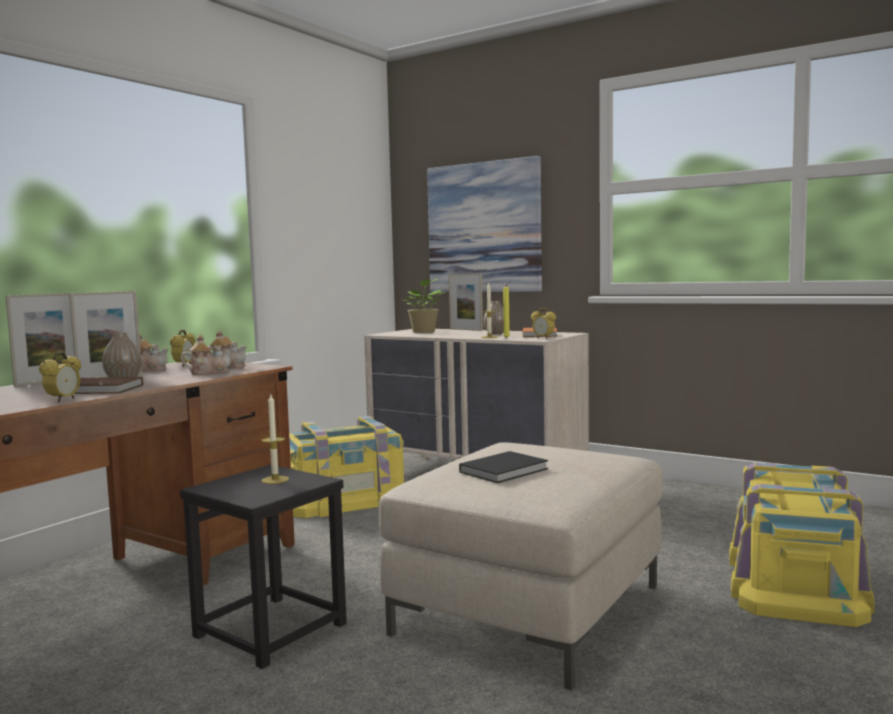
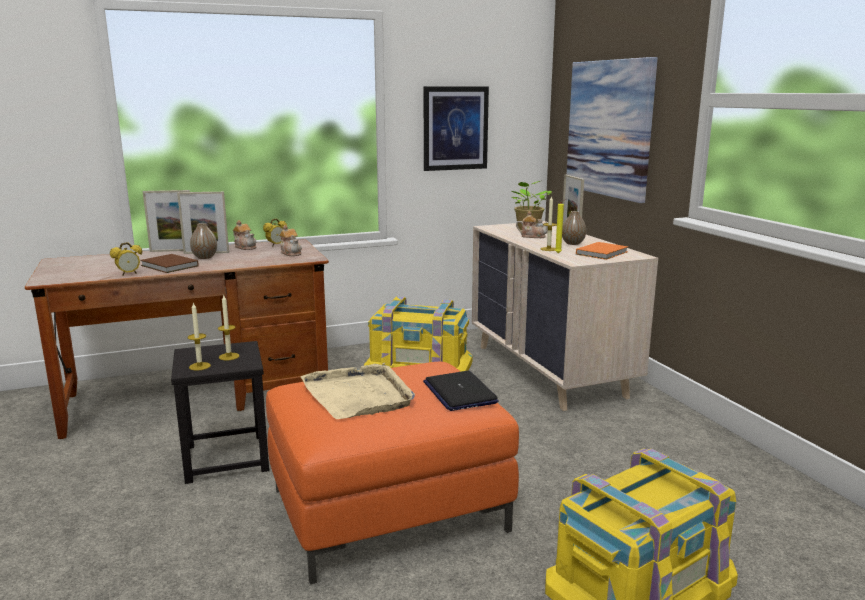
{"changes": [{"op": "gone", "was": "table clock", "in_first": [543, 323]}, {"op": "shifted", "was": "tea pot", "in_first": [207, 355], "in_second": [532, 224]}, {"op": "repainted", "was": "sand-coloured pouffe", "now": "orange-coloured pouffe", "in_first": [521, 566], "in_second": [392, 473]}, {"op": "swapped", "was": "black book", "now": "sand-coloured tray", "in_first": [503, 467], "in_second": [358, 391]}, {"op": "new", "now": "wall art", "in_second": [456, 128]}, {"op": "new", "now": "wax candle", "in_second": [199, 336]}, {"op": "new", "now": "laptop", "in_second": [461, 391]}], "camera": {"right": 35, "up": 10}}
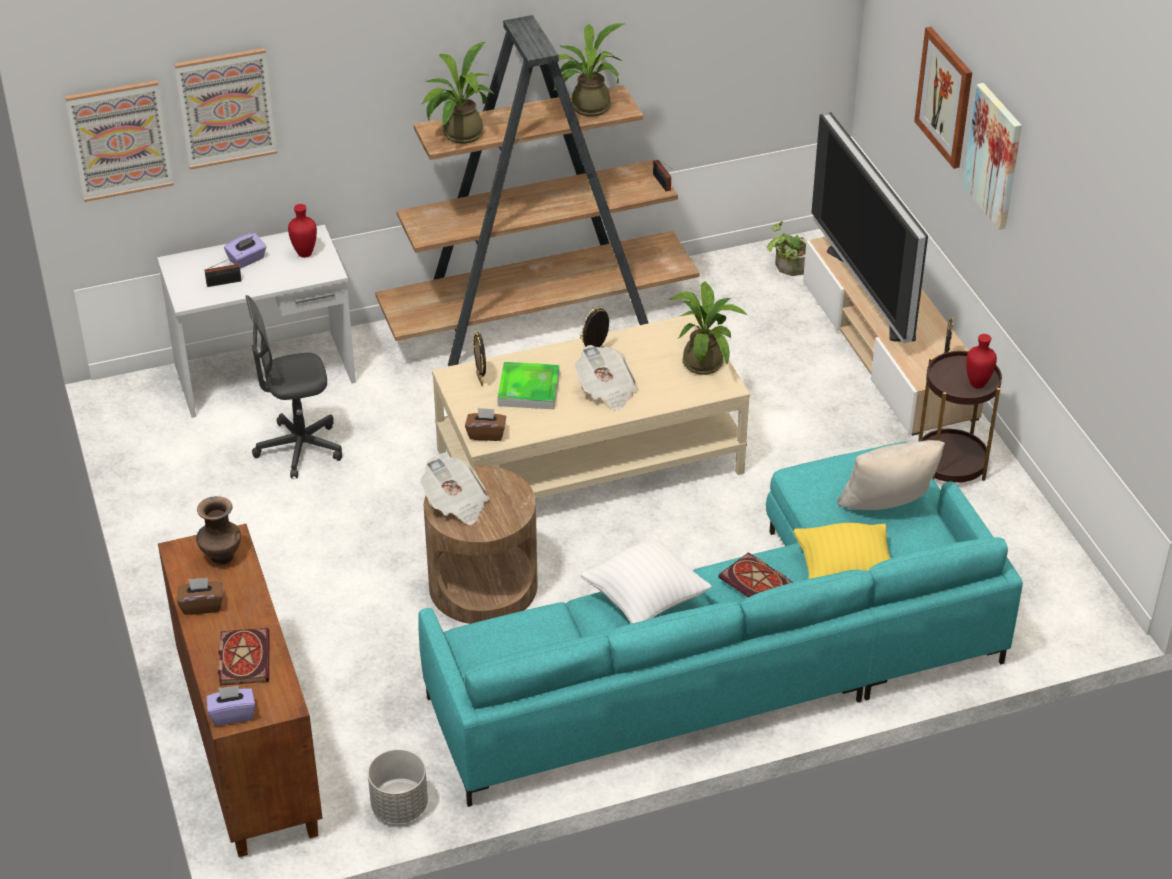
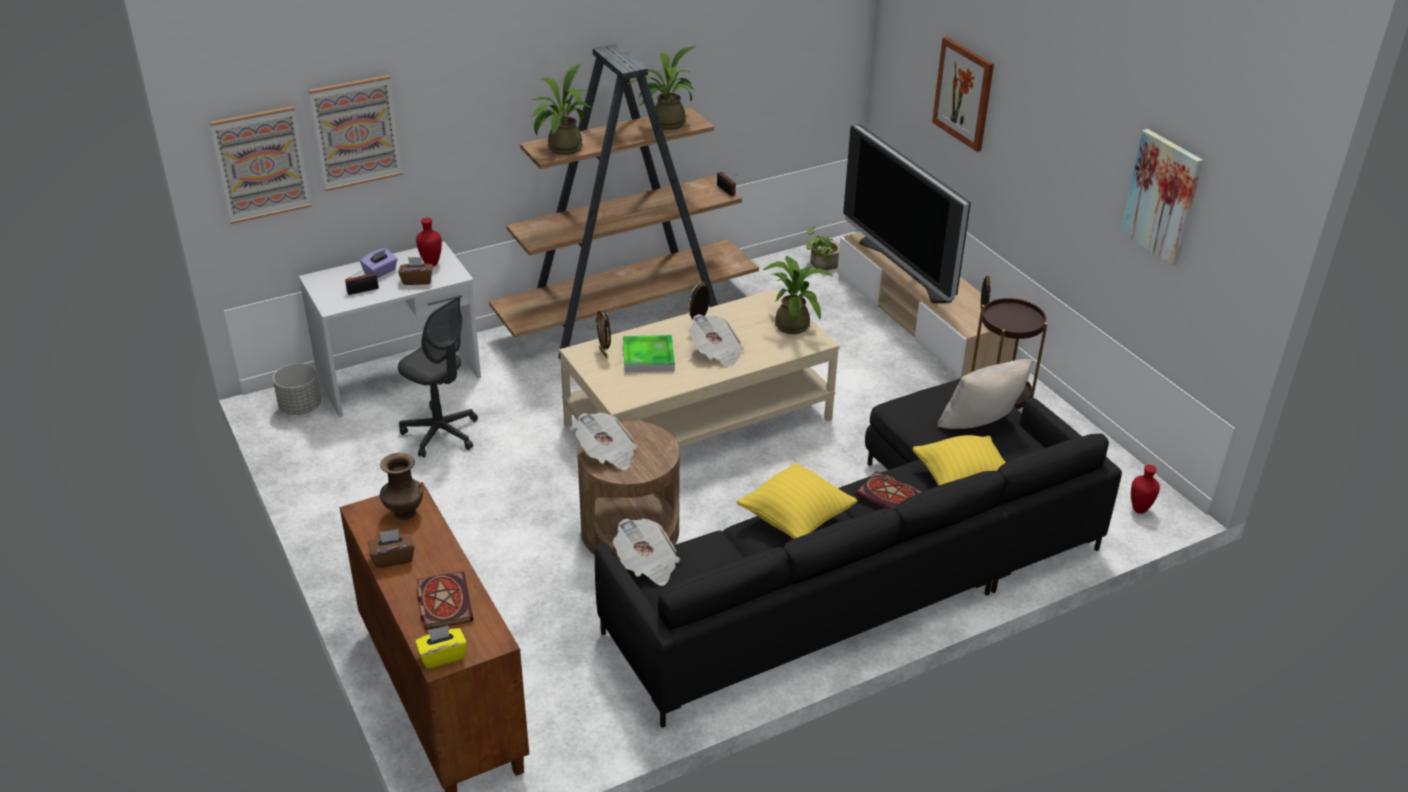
{"changes": [{"op": "shifted", "was": "wall art", "in_first": [992, 156], "in_second": [1161, 197]}, {"op": "rotated", "was": "greyish office chair", "in_first": [293, 387], "in_second": [438, 377], "clockwise": -120}, {"op": "shifted", "was": "red flower vase", "in_first": [981, 361], "in_second": [1145, 489]}, {"op": "shifted", "was": "brown-coloured tissue box", "in_first": [485, 424], "in_second": [415, 271]}, {"op": "repainted", "was": "turquoise couch", "now": "black couch", "in_first": [720, 624], "in_second": [858, 553]}, {"op": "repainted", "was": "whitish pillow", "now": "yellowish pillow", "in_first": [646, 579], "in_second": [797, 501]}, {"op": "repainted", "was": "purplish tissue box", "now": "yellowish tissue box", "in_first": [230, 705], "in_second": [441, 647]}, {"op": "shifted", "was": "greyish flower pot", "in_first": [398, 786], "in_second": [297, 389]}, {"op": "new", "now": "printed paper", "in_second": [646, 552]}], "camera": {"right": -10, "up": -5}}
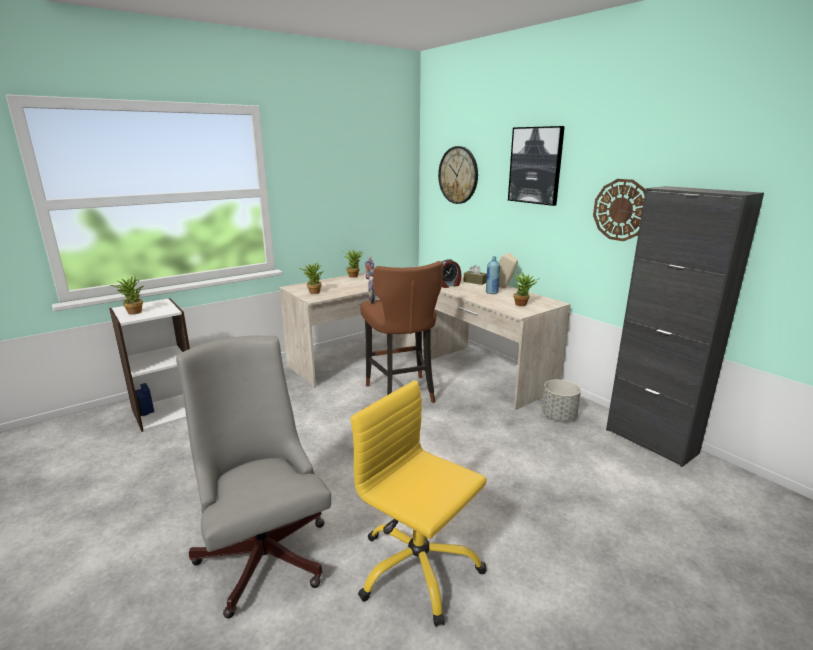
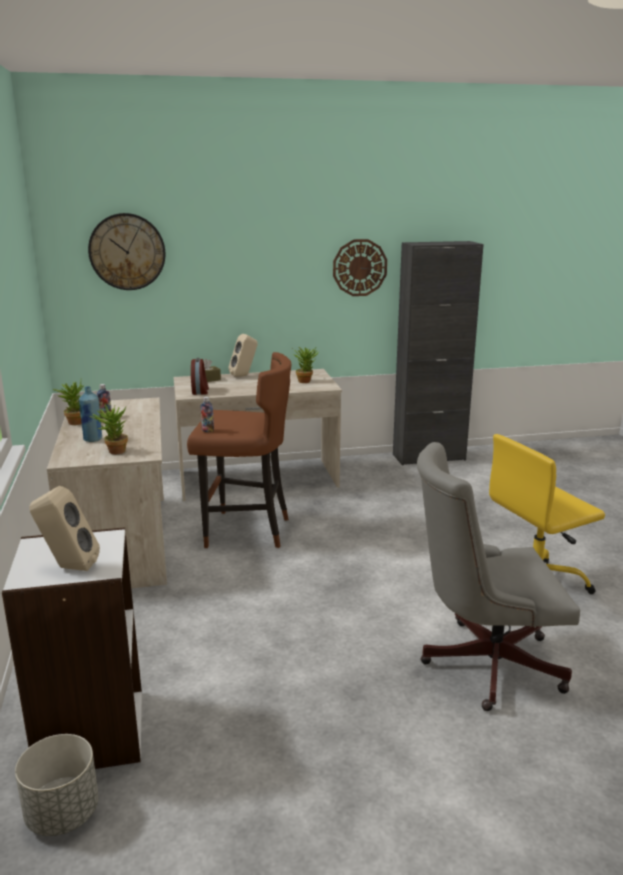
{"changes": [{"op": "gone", "was": "wall art", "in_first": [536, 166]}, {"op": "shifted", "was": "blue-coloured beverage bottle", "in_first": [493, 275], "in_second": [90, 414]}, {"op": "swapped", "was": "houseplant", "now": "sand-coloured loudspeaker", "in_first": [127, 294], "in_second": [64, 528]}, {"op": "shifted", "was": "greyish flower pot", "in_first": [561, 400], "in_second": [57, 785]}], "camera": {"right": -65, "up": 0}}
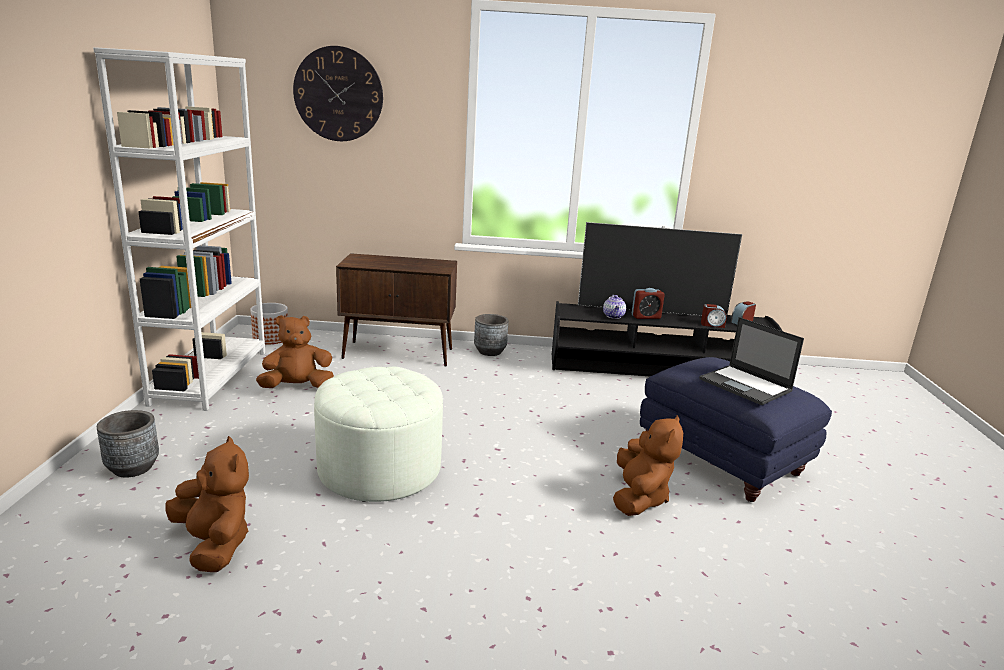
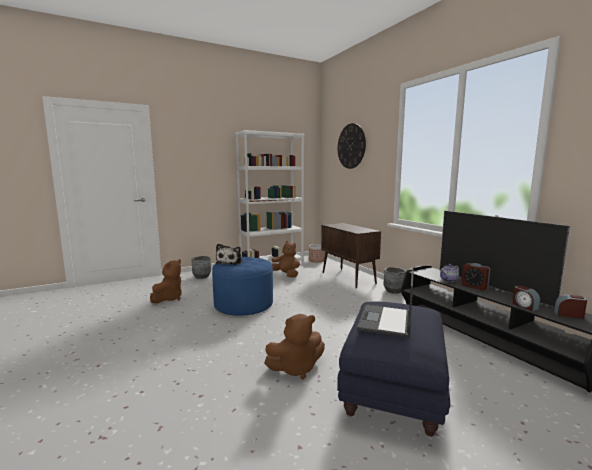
{"changes": [{"op": "repainted", "was": "whitish pouffe", "now": "blue-coloured pouffe", "in_first": [378, 434], "in_second": [242, 286]}, {"op": "new", "now": "cuddly toy", "in_second": [229, 254]}], "camera": {"right": 60, "up": -10}}
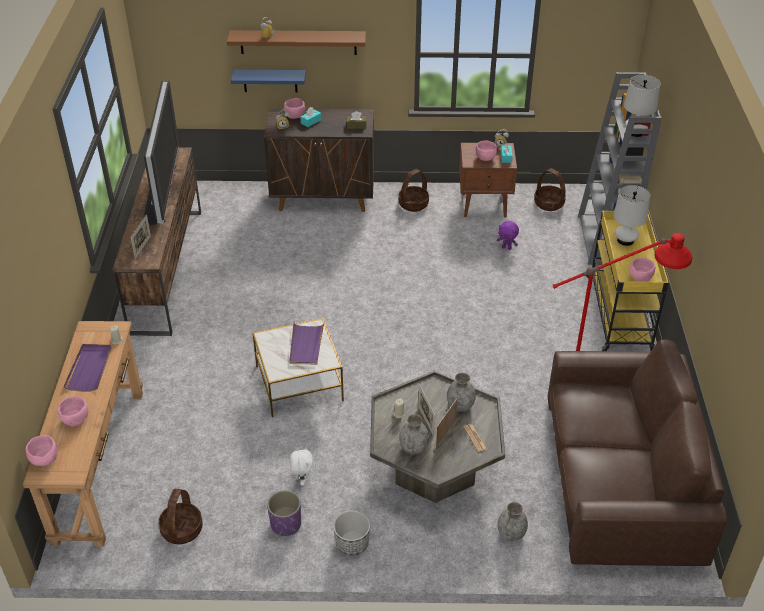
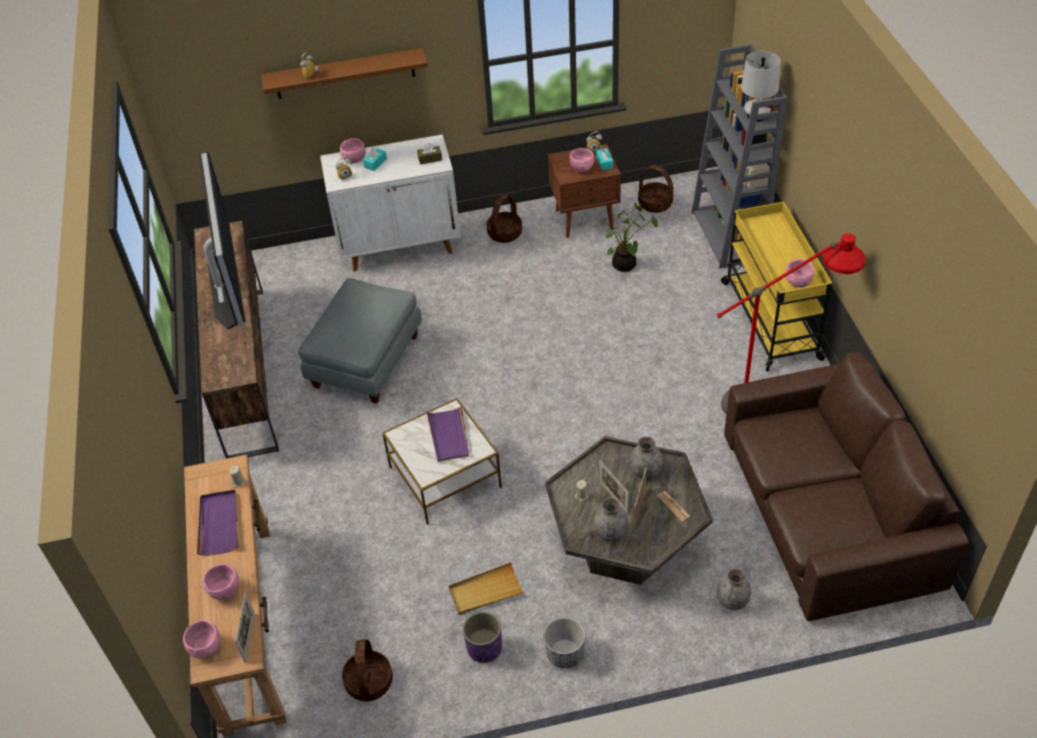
{"changes": [{"op": "gone", "was": "blue-coloured bracket shelf", "in_first": [268, 81]}, {"op": "repainted", "was": "brown-coloured cupboard", "now": "whitish cupboard", "in_first": [319, 160], "in_second": [390, 203]}, {"op": "gone", "was": "whitish table lamp", "in_first": [631, 215]}, {"op": "shifted", "was": "standing frame", "in_first": [141, 237], "in_second": [245, 627]}, {"op": "swapped", "was": "purplish cuddly toy", "now": "houseplant", "in_first": [508, 235], "in_second": [629, 237]}, {"op": "swapped", "was": "whitish cuddly toy", "now": "sand-coloured tray", "in_first": [301, 466], "in_second": [486, 588]}, {"op": "new", "now": "greyish pouffe", "in_second": [360, 341]}], "camera": {"right": -10, "up": 5}}
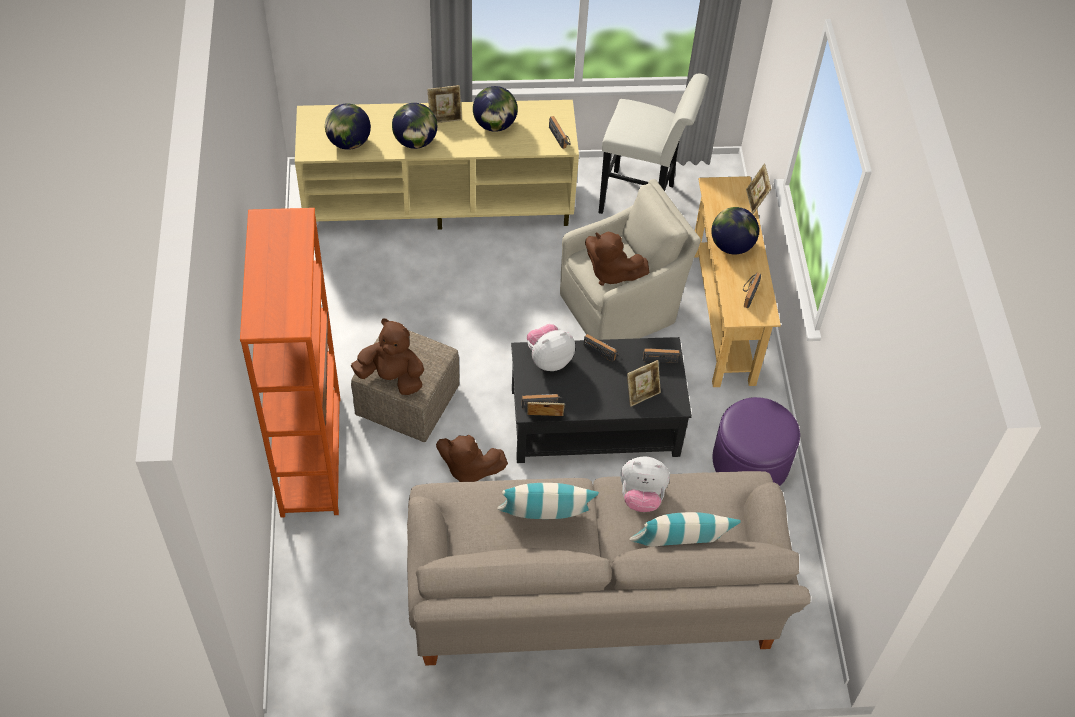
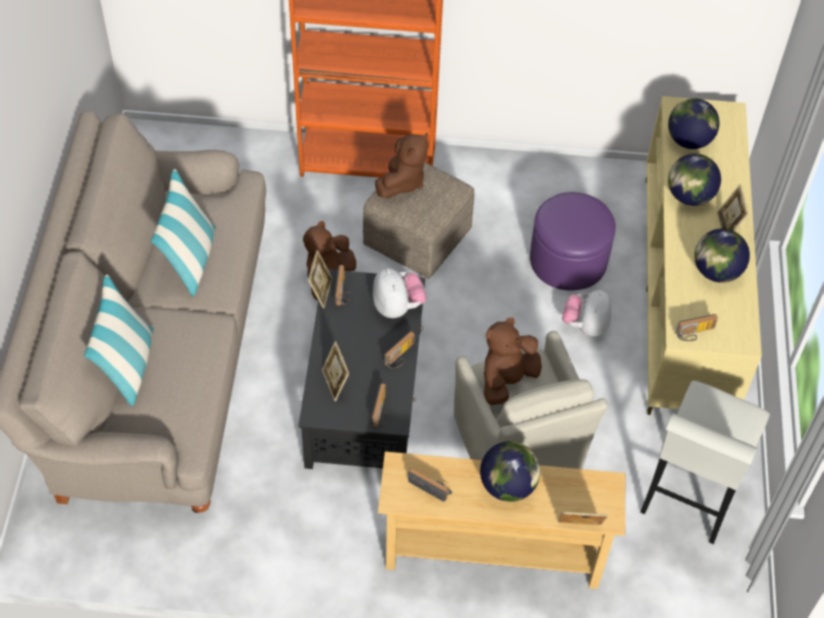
{"changes": [{"op": "shifted", "was": "purplish pouffe", "in_first": [756, 441], "in_second": [573, 241]}, {"op": "shifted", "was": "cuddly toy", "in_first": [645, 484], "in_second": [586, 313]}], "camera": {"right": 100, "up": 0}}
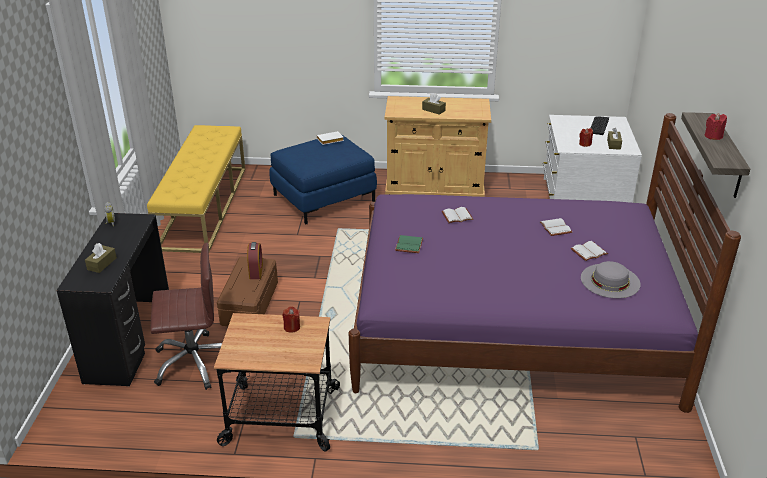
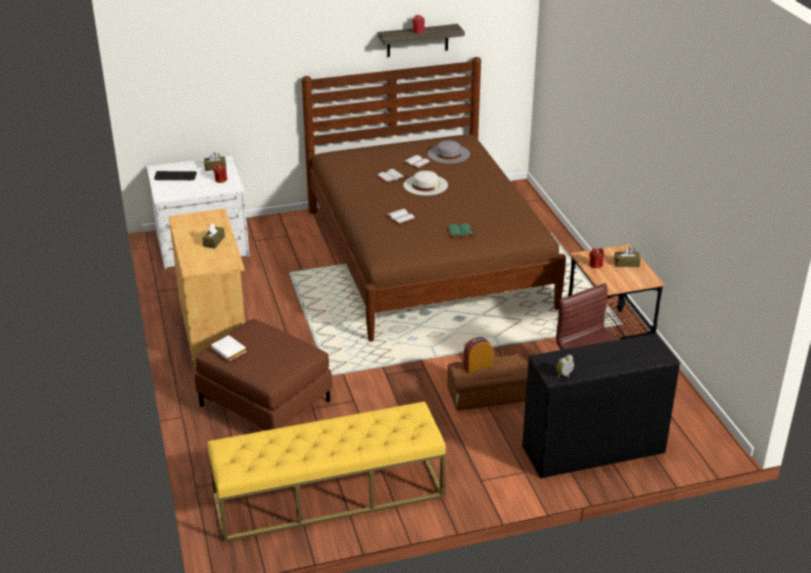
{"changes": [{"op": "repainted", "was": "purplish bedroom bed", "now": "brown-coloured bedroom bed", "in_first": [545, 263], "in_second": [434, 199]}, {"op": "repainted", "was": "blue-coloured pouffe", "now": "brown-coloured pouffe", "in_first": [323, 180], "in_second": [263, 374]}, {"op": "shifted", "was": "brown-coloured tissue box", "in_first": [101, 258], "in_second": [627, 257]}, {"op": "new", "now": "whitish wearable hat", "in_second": [426, 183]}], "camera": {"right": -110, "up": 0}}
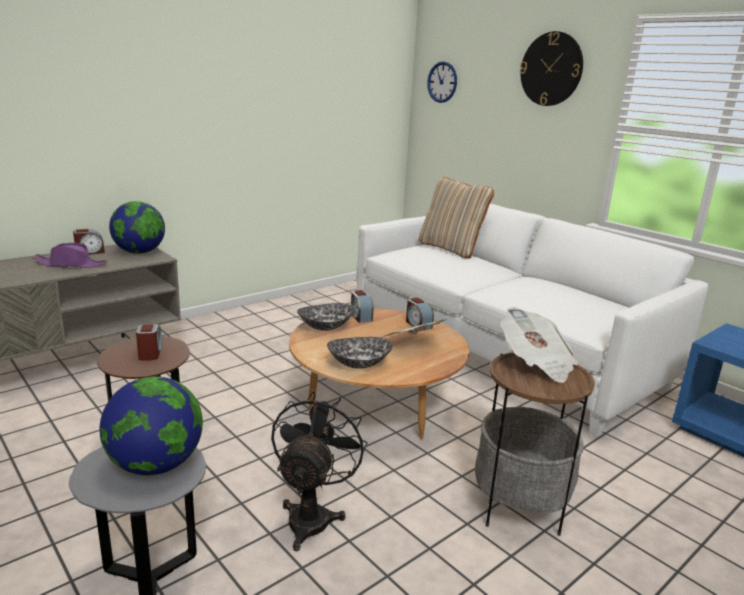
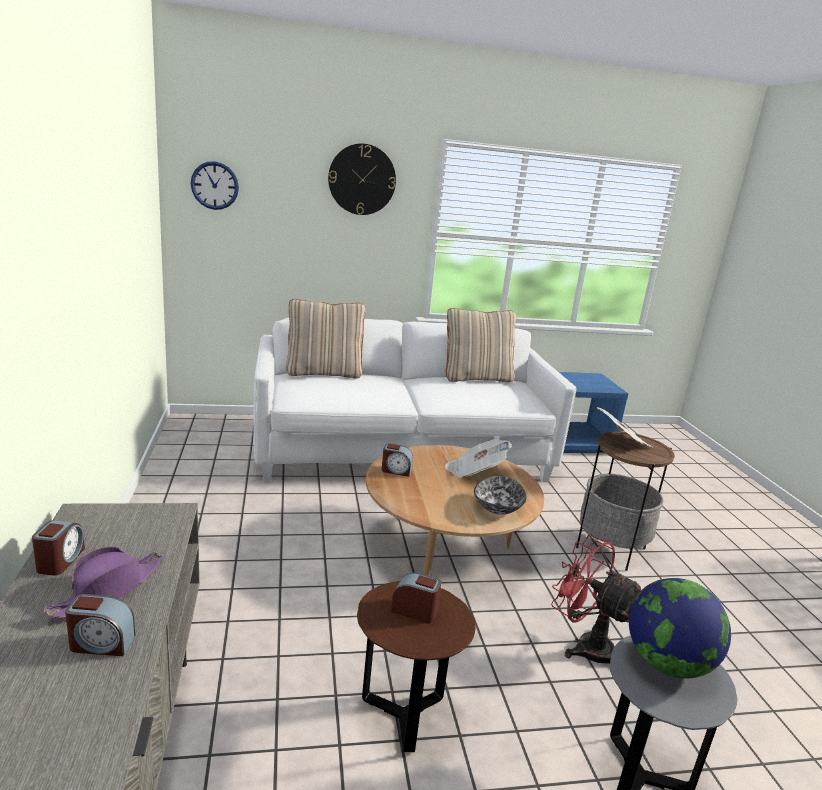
{"changes": [{"op": "gone", "was": "globe", "in_first": [137, 227]}, {"op": "shifted", "was": "table clock", "in_first": [420, 314], "in_second": [100, 625]}, {"op": "gone", "was": "bowl", "in_first": [325, 317]}, {"op": "repainted", "was": "black fan", "now": "red fan", "in_first": [319, 471], "in_second": [596, 599]}, {"op": "new", "now": "sand-coloured pillow", "in_second": [481, 345]}], "camera": {"right": -60, "up": 0}}
